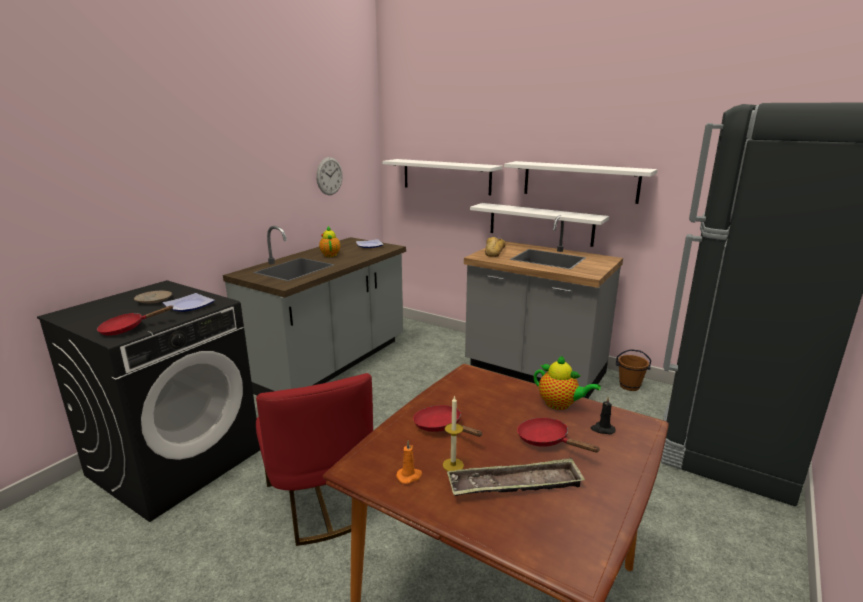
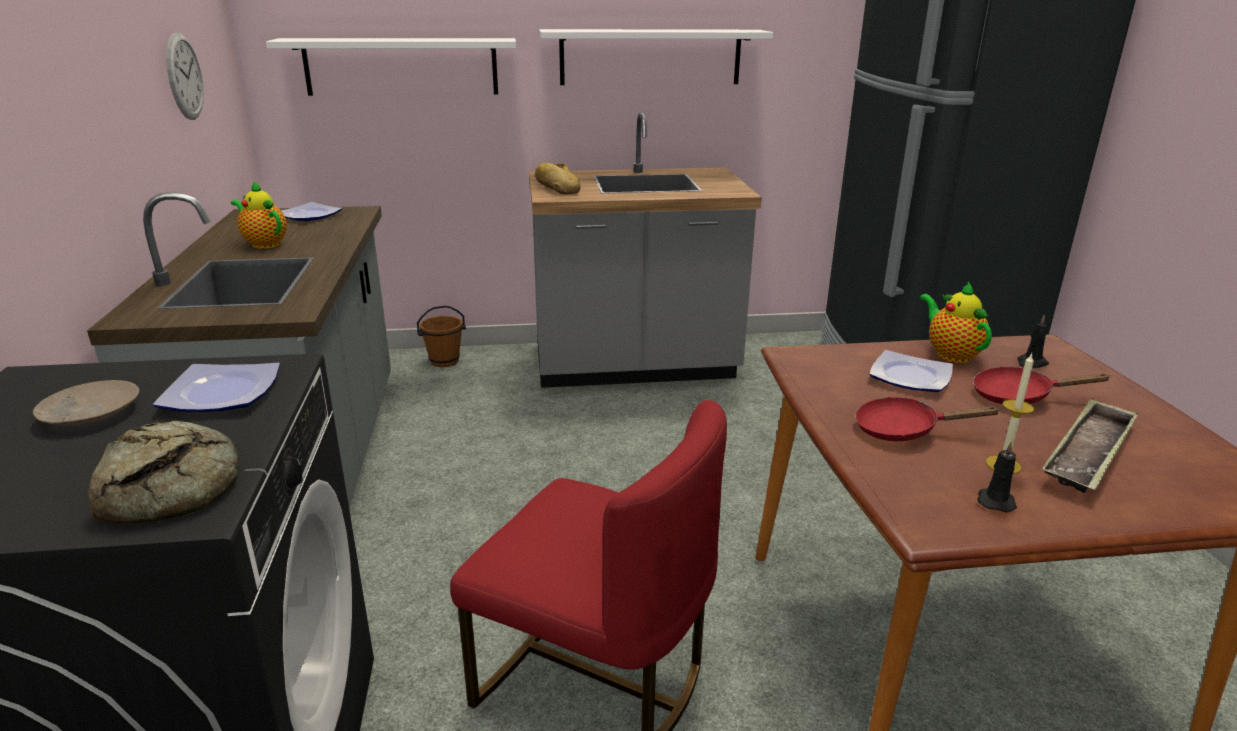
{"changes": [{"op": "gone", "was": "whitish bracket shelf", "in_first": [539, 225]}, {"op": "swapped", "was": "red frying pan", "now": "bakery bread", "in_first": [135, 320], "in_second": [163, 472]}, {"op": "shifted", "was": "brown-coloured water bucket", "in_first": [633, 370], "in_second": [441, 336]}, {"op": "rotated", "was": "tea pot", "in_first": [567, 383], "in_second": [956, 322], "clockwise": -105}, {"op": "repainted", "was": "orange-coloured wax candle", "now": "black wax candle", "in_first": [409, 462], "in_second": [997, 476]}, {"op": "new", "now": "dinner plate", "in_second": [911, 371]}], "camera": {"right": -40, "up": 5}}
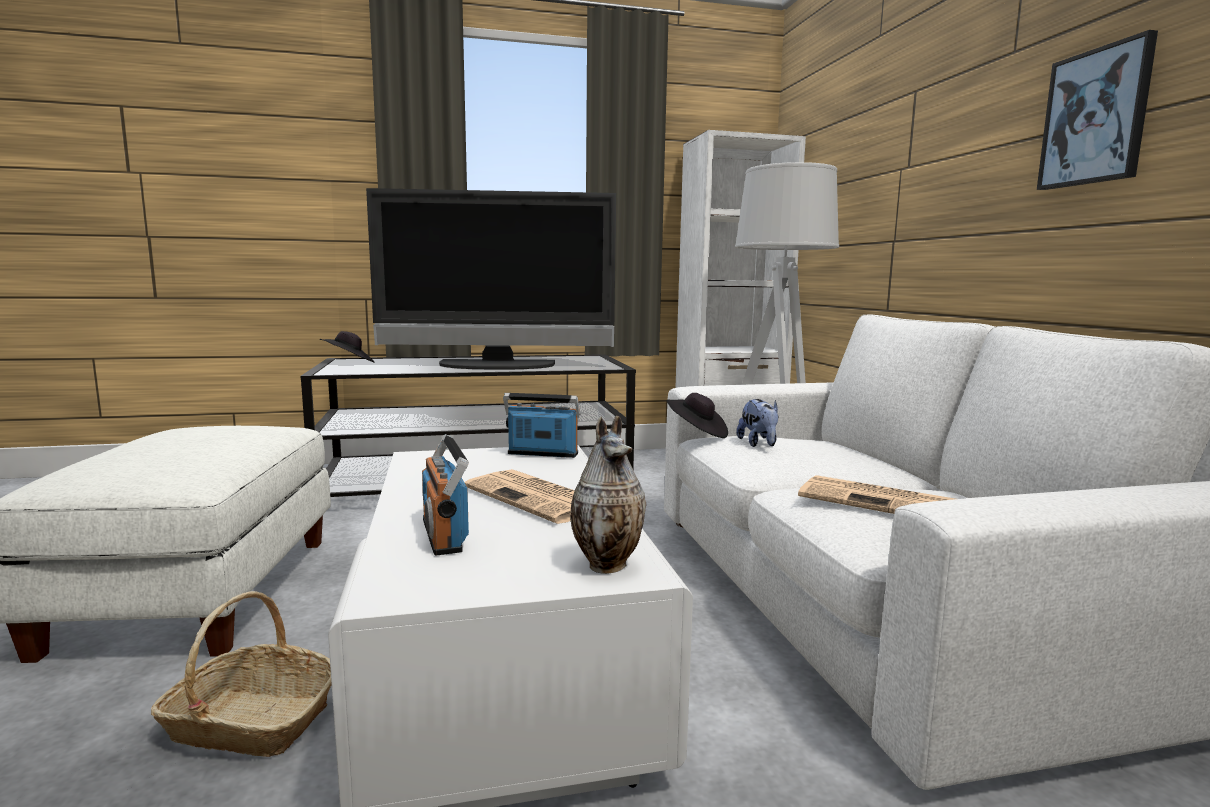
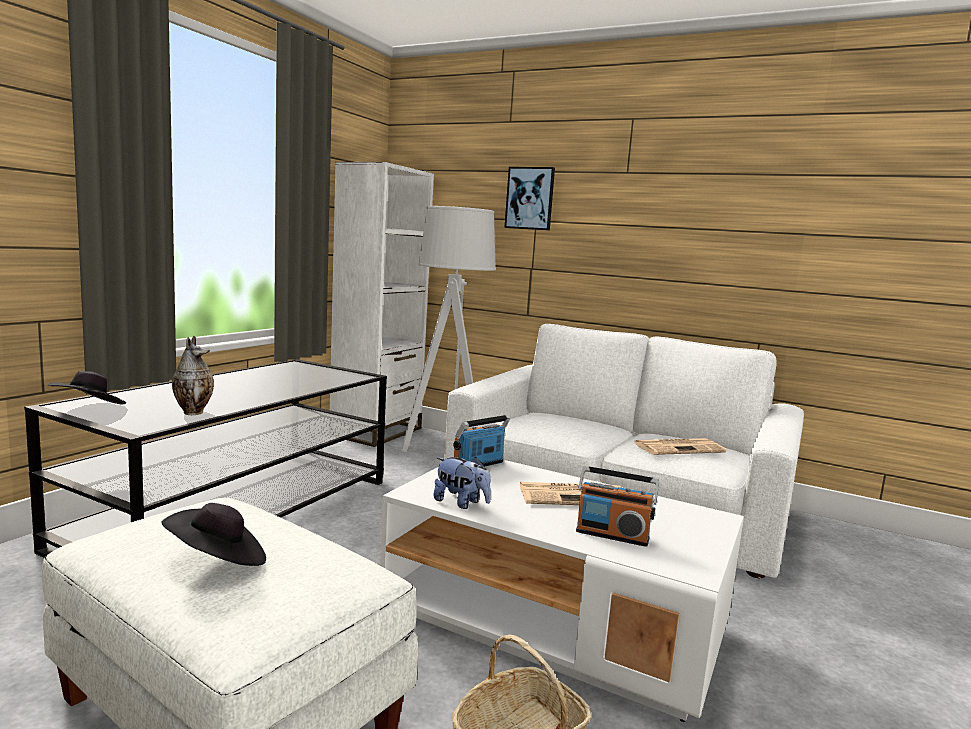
{"changes": [{"op": "shifted", "was": "wall art", "in_first": [1097, 110], "in_second": [529, 198]}, {"op": "gone", "was": "TV set", "in_first": [491, 278]}, {"op": "shifted", "was": "black wearable hat", "in_first": [697, 415], "in_second": [213, 534]}, {"op": "shifted", "was": "cuddly toy", "in_first": [758, 423], "in_second": [462, 483]}, {"op": "shifted", "was": "flower vase", "in_first": [608, 495], "in_second": [193, 375]}], "camera": {"right": -50, "up": 0}}
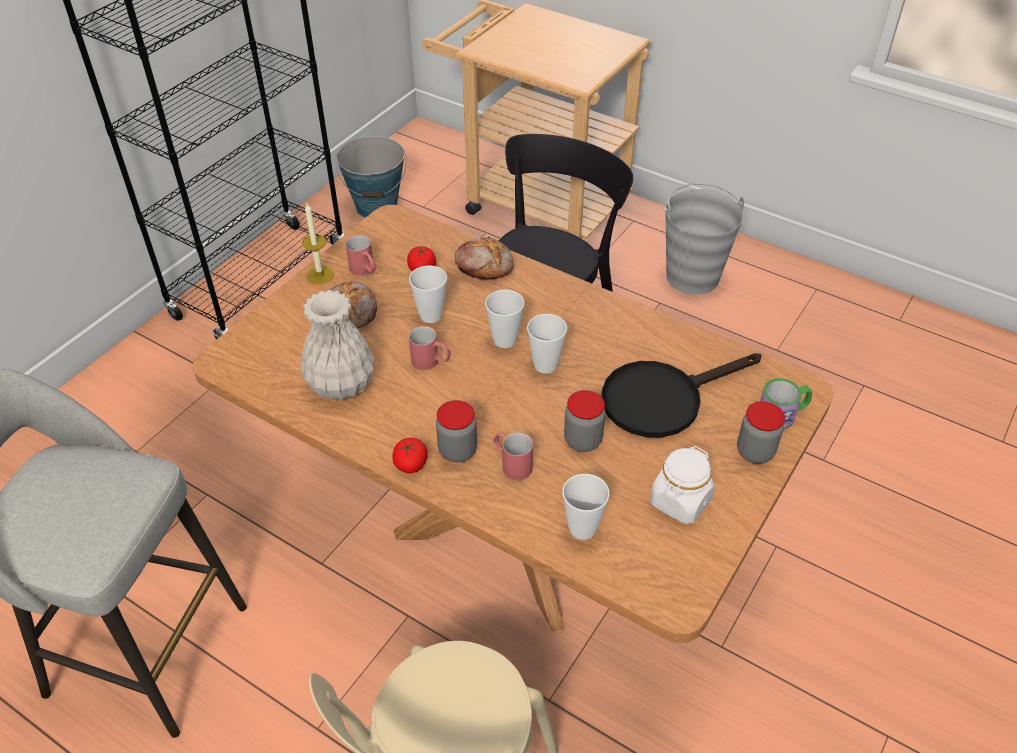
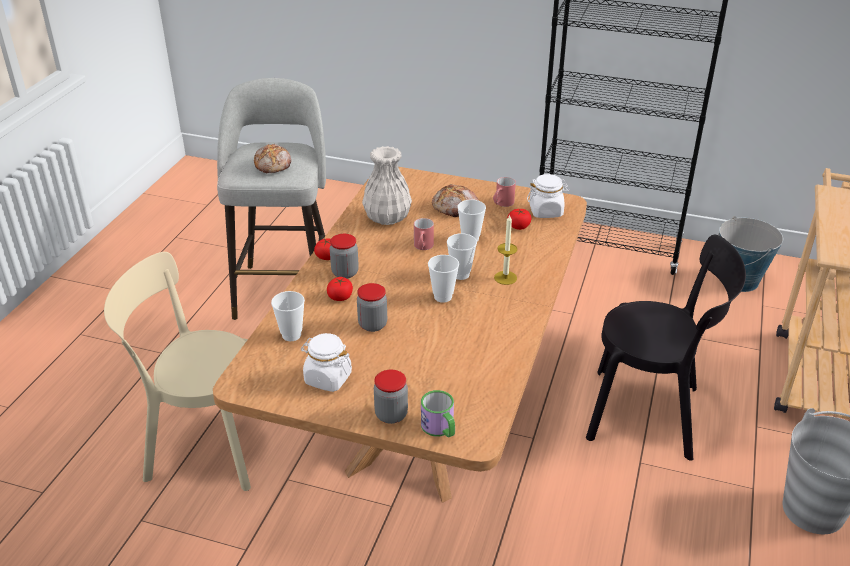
{"changes": [{"op": "shifted", "was": "wax candle", "in_first": [318, 244], "in_second": [505, 250]}, {"op": "shifted", "was": "bakery bread", "in_first": [484, 257], "in_second": [272, 158]}, {"op": "gone", "was": "black frying pan", "in_first": [681, 395]}, {"op": "swapped", "was": "red mug", "now": "fresh tomato", "in_first": [513, 456], "in_second": [340, 289]}, {"op": "new", "now": "whitish jar", "in_second": [548, 196]}], "camera": {"right": 75, "up": -10}}
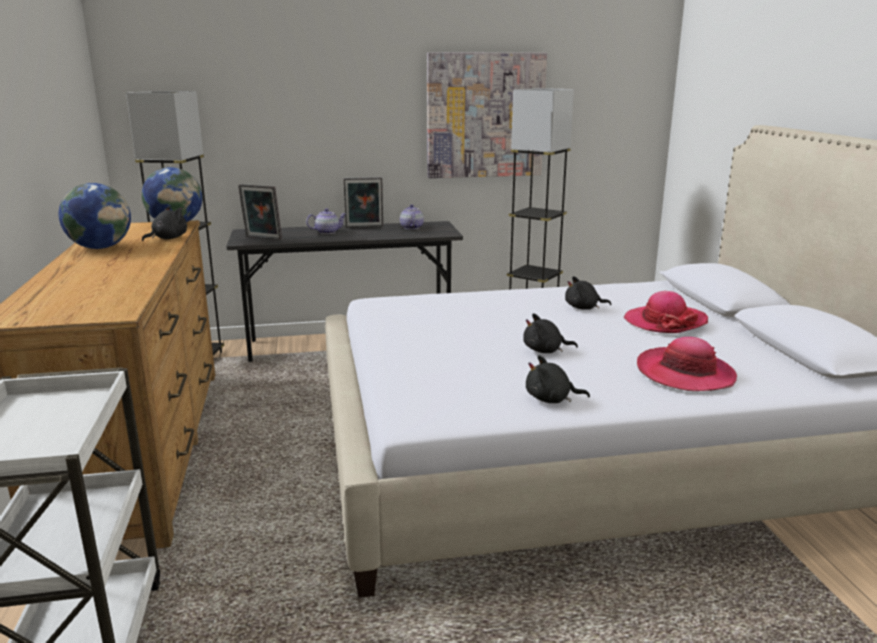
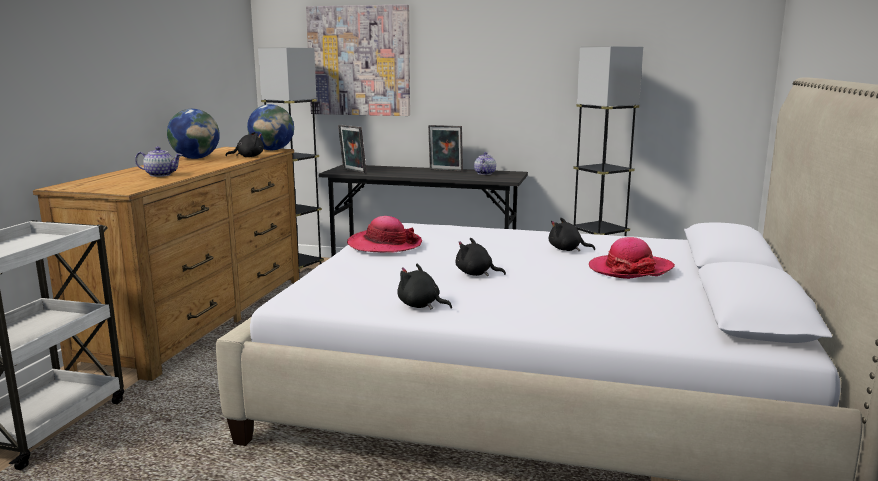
{"changes": [{"op": "shifted", "was": "wall art", "in_first": [487, 115], "in_second": [358, 60]}, {"op": "shifted", "was": "tea pot", "in_first": [326, 221], "in_second": [158, 162]}, {"op": "shifted", "was": "wearable hat", "in_first": [687, 364], "in_second": [384, 234]}], "camera": {"right": 25, "up": -5}}
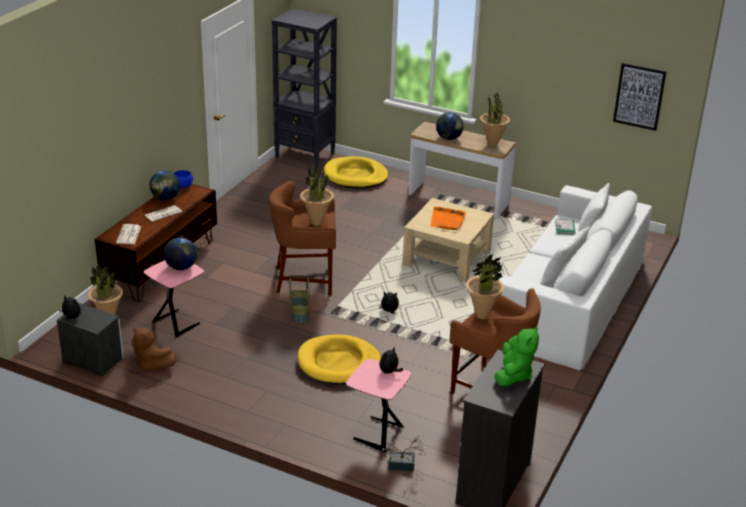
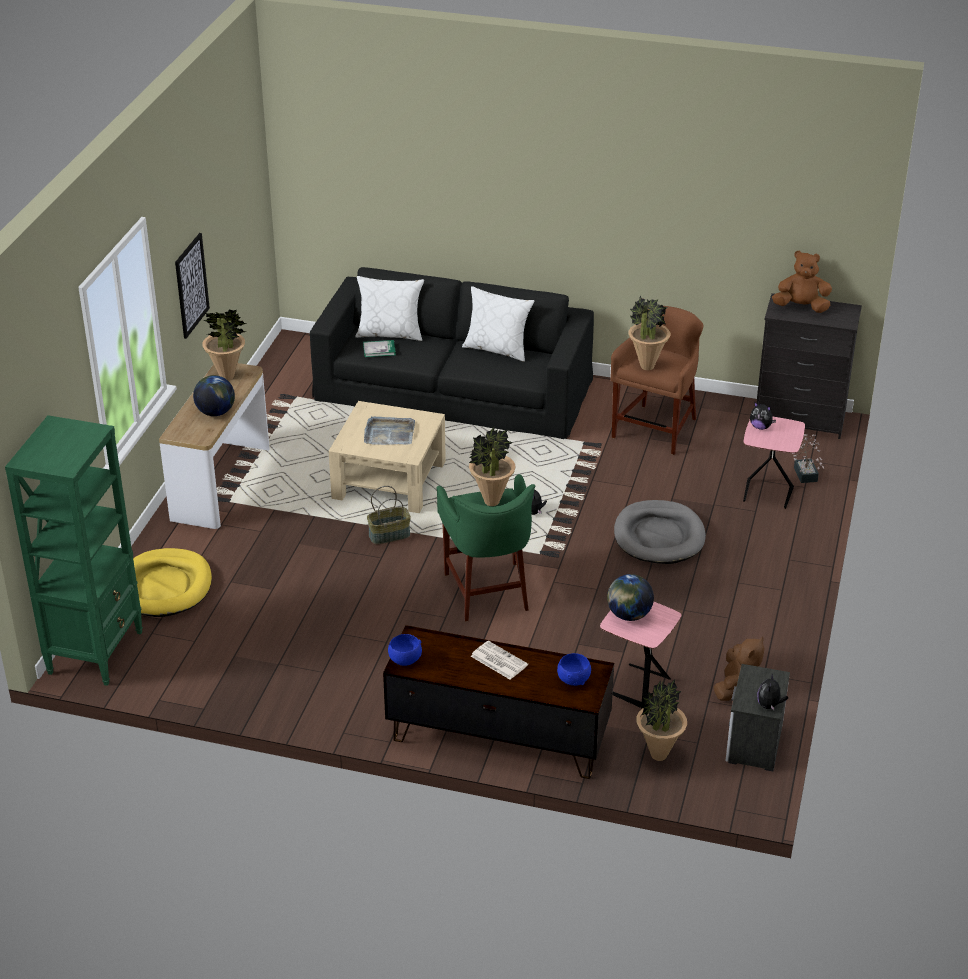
{"changes": [{"op": "repainted", "was": "black shelving unit", "now": "green-coloured shelving unit", "in_first": [304, 88], "in_second": [74, 550]}, {"op": "shifted", "was": "wall art", "in_first": [640, 97], "in_second": [192, 286]}, {"op": "gone", "was": "globe", "in_first": [165, 185]}, {"op": "repainted", "was": "brown-coloured stool", "now": "green-coloured stool", "in_first": [302, 238], "in_second": [485, 548]}, {"op": "repainted", "was": "whitish couch", "now": "black couch", "in_first": [575, 277], "in_second": [452, 353]}, {"op": "repainted", "was": "orange-coloured tray", "now": "greyish tray", "in_first": [448, 218], "in_second": [389, 430]}, {"op": "swapped", "was": "printed paper", "now": "blue-coloured bowl", "in_first": [128, 234], "in_second": [574, 669]}, {"op": "shifted", "was": "basket", "in_first": [299, 300], "in_second": [389, 515]}, {"op": "repainted", "was": "green-coloured cuddly toy", "now": "brown-coloured cuddly toy", "in_first": [516, 356], "in_second": [802, 281]}, {"op": "repainted", "was": "yellowish pet bed", "now": "greyish pet bed", "in_first": [339, 359], "in_second": [660, 532]}], "camera": {"right": -100, "up": 5}}
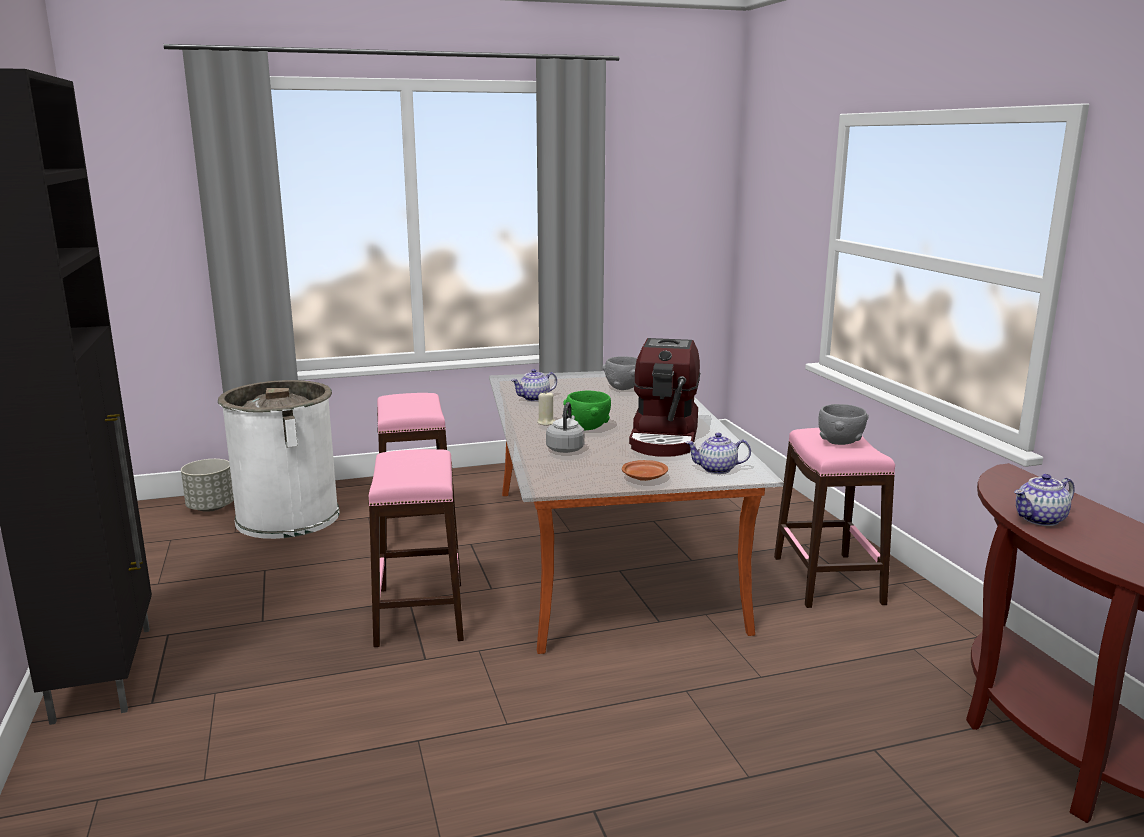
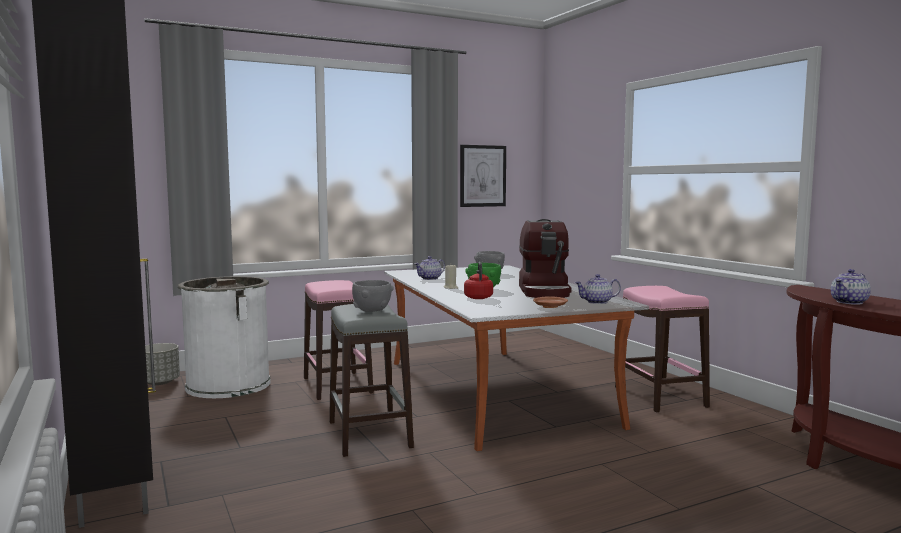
{"changes": [{"op": "repainted", "was": "greyish kettle", "now": "red kettle", "in_first": [565, 427], "in_second": [478, 280]}, {"op": "shifted", "was": "greyish bowl", "in_first": [843, 424], "in_second": [372, 296]}, {"op": "repainted", "was": "pink-coloured stool", "now": "greyish stool", "in_first": [416, 548], "in_second": [371, 380]}, {"op": "new", "now": "wall art", "in_second": [483, 176]}], "camera": {"right": -10, "up": -10}}
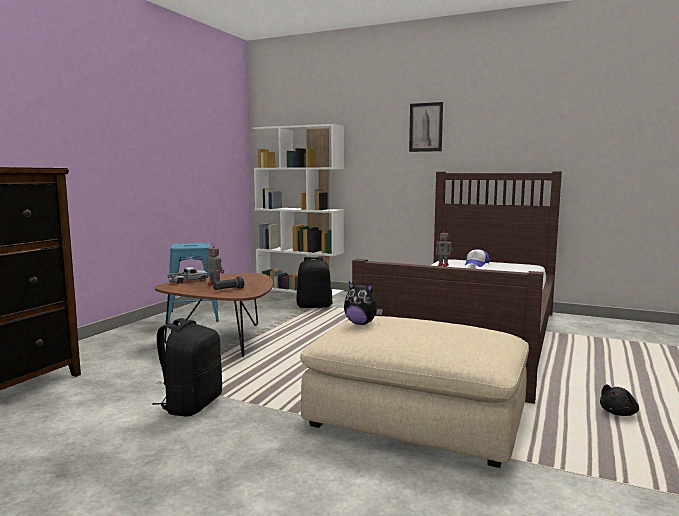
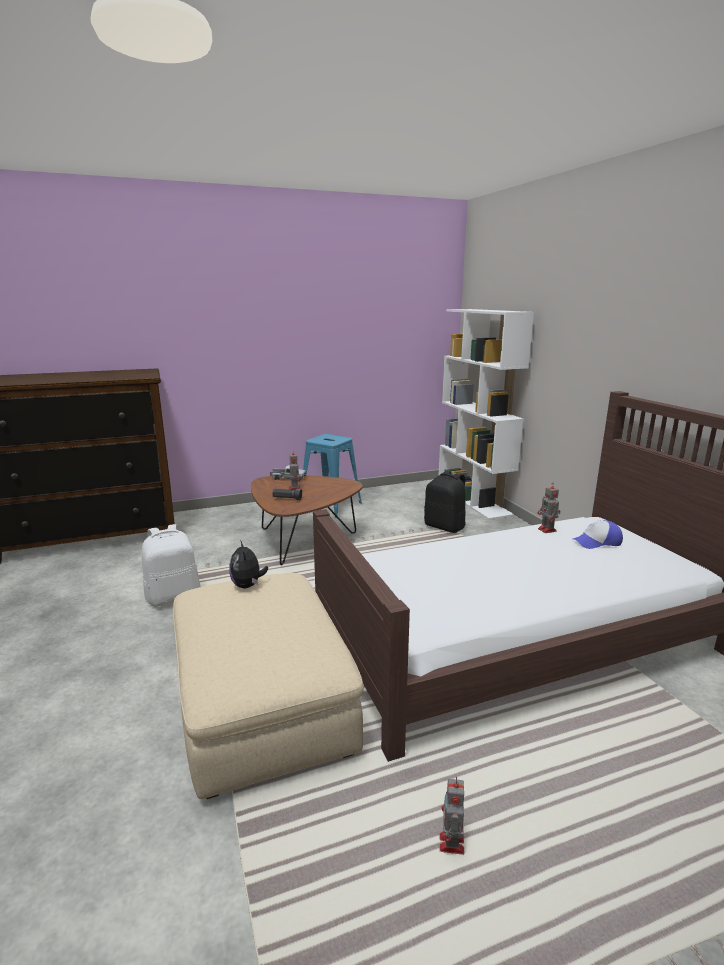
{"changes": [{"op": "gone", "was": "wall art", "in_first": [426, 127]}, {"op": "repainted", "was": "black knapsack", "now": "whitish knapsack", "in_first": [187, 367], "in_second": [171, 565]}, {"op": "swapped", "was": "black cuddly toy", "now": "robot figure", "in_first": [619, 400], "in_second": [452, 816]}], "camera": {"right": 45, "up": 10}}
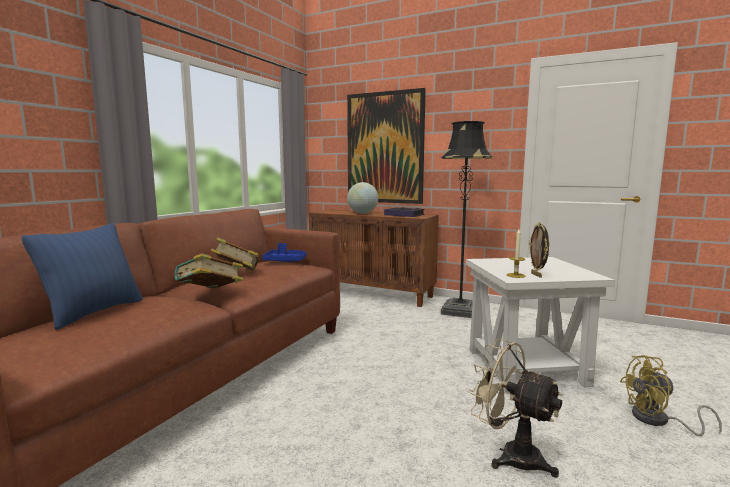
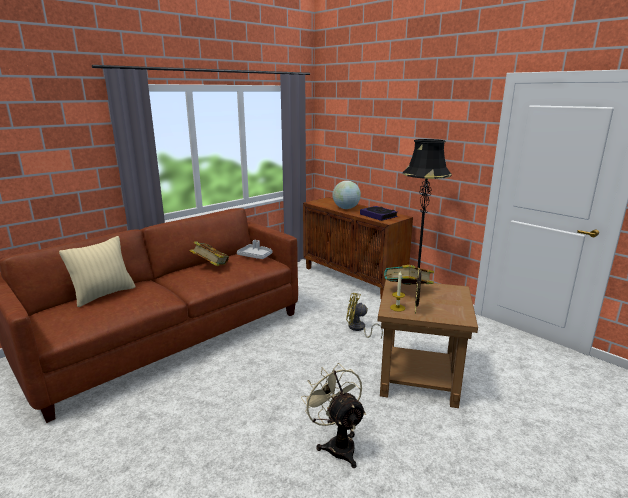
{"changes": [{"op": "gone", "was": "wall art", "in_first": [386, 146]}, {"op": "repainted", "was": "blue-coloured pillow", "now": "sand-coloured pillow", "in_first": [82, 276], "in_second": [97, 271]}, {"op": "repainted", "was": "blue-coloured tray", "now": "greyish tray", "in_first": [284, 252], "in_second": [254, 249]}, {"op": "shifted", "was": "book", "in_first": [208, 271], "in_second": [409, 275]}, {"op": "repainted", "was": "whitish end table", "now": "brown-coloured end table", "in_first": [540, 324], "in_second": [428, 344]}, {"op": "shifted", "was": "yellowish fan", "in_first": [671, 395], "in_second": [364, 315]}], "camera": {"right": 20, "up": 10}}
